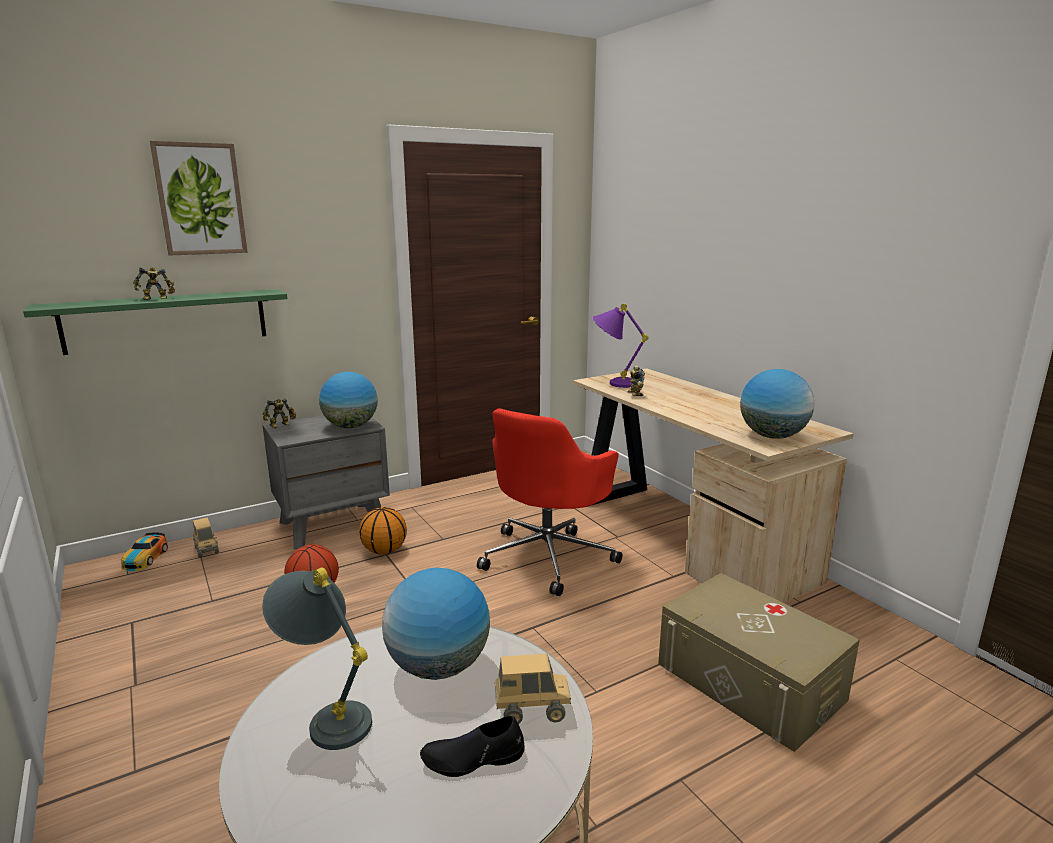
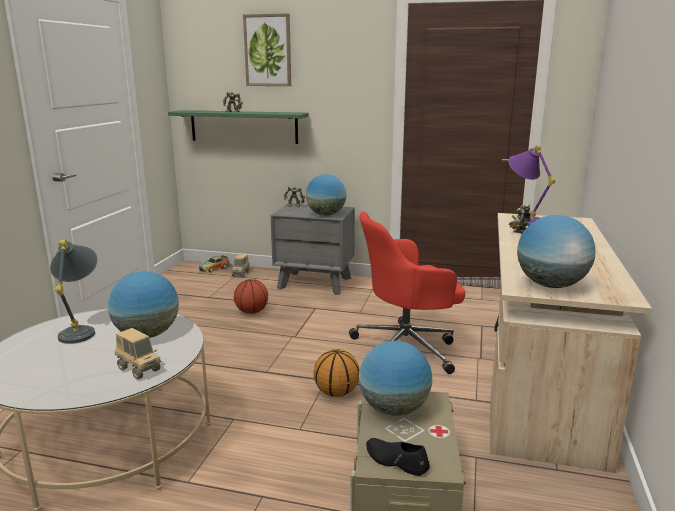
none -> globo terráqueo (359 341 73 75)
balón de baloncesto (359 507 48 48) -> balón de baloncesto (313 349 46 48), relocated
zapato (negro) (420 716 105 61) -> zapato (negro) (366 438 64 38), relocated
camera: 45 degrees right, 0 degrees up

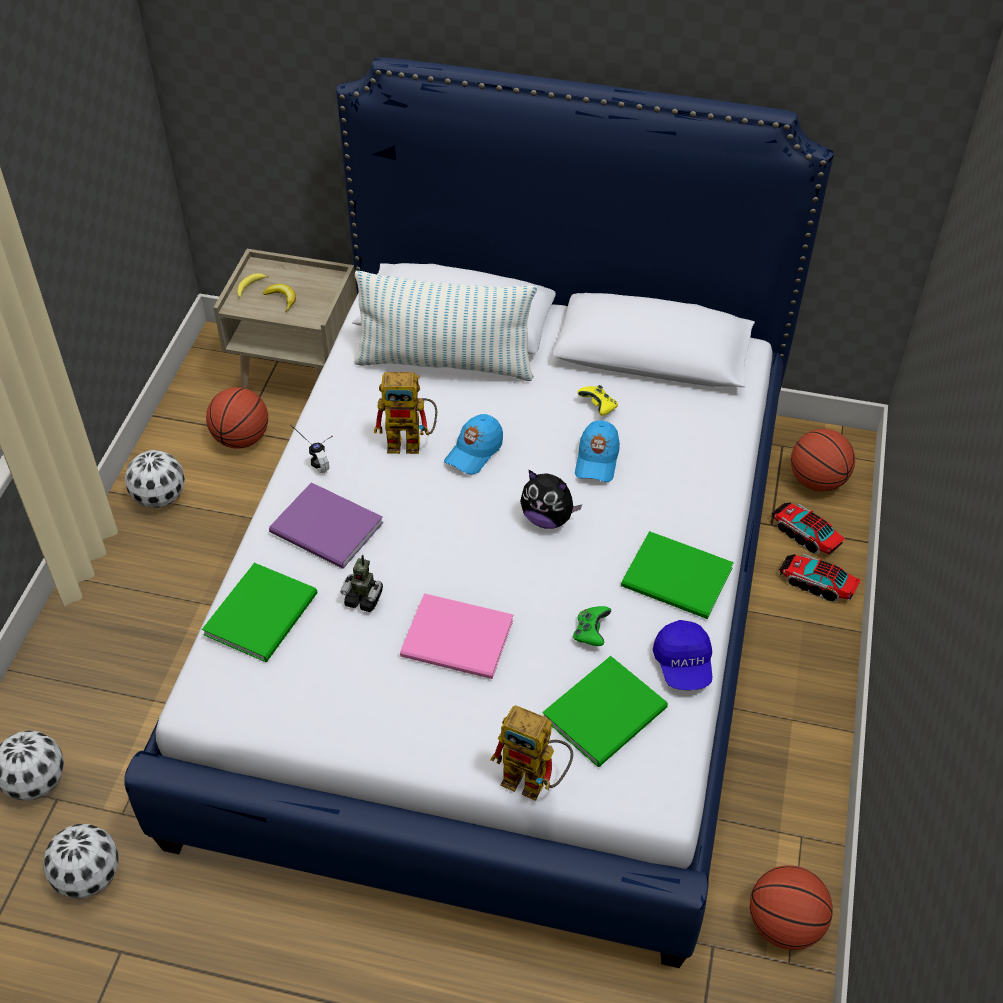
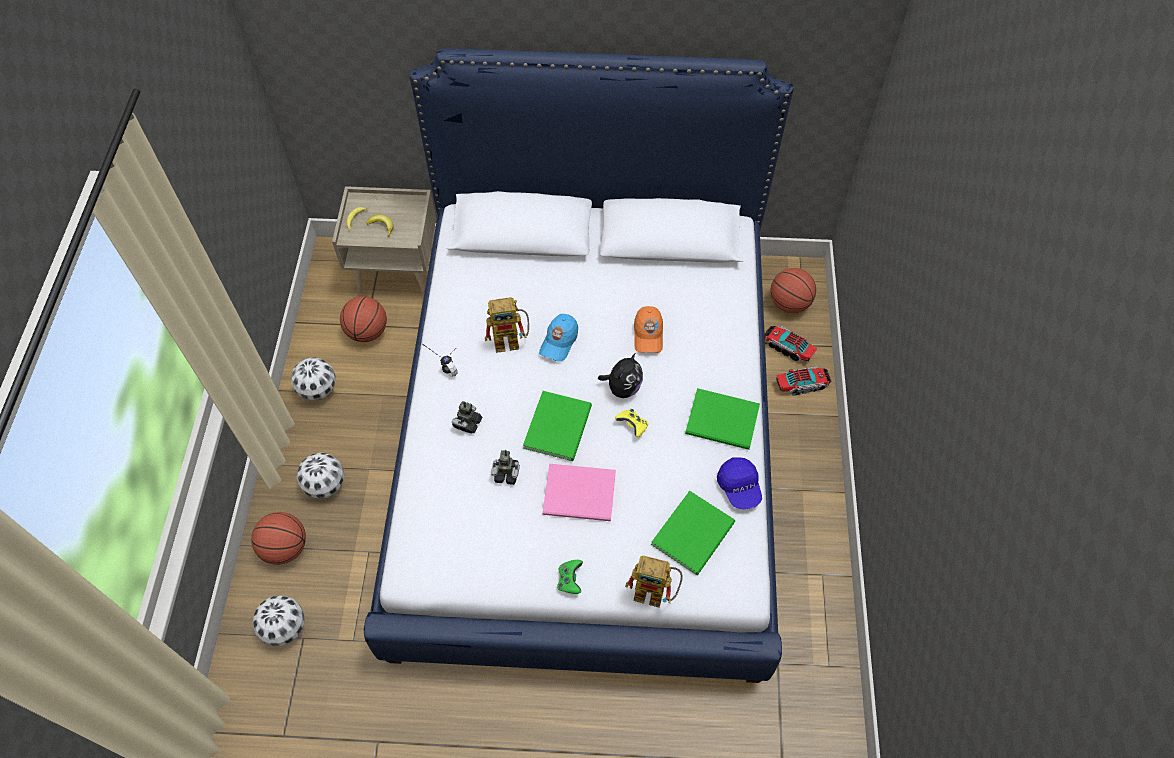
cojín (355 271 182 110) -> none
balón de fútbol (43 824 76 74) -> balón de fútbol (297 453 47 46), relocated
libro (verde) (202 563 116 99) -> libro (verde) (523 391 69 70), relocated
mando de consola (verde) (573 606 38 40) -> mando de consola (verde) (557 560 26 34), relocated
mando de consola (amarillo) (577 385 41 30) -> mando de consola (amarillo) (615 409 33 28), relocated
balón de baloncesto (750 865 83 85) -> balón de baloncesto (251 512 55 53), relocated
libro (morado) (269 482 114 87) -> robot de juguete (452 401 30 32)
gorra (azul) (575 420 45 62) -> gorra (naranja) (634 306 29 47)
peluche (520 470 62 59) -> peluche (598 353 45 45), 75 degrees counterclockwise
camión de juguete (779 554 82 48) -> camión de juguete (776 366 56 30), 150 degrees clockwise
camera: 10 degrees left, 10 degrees up

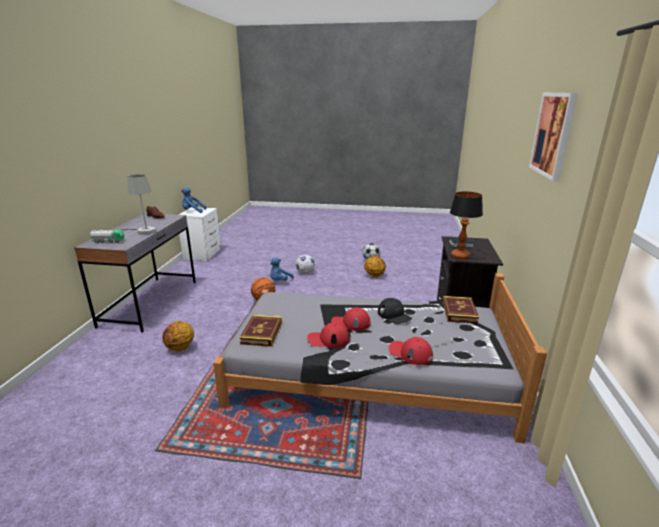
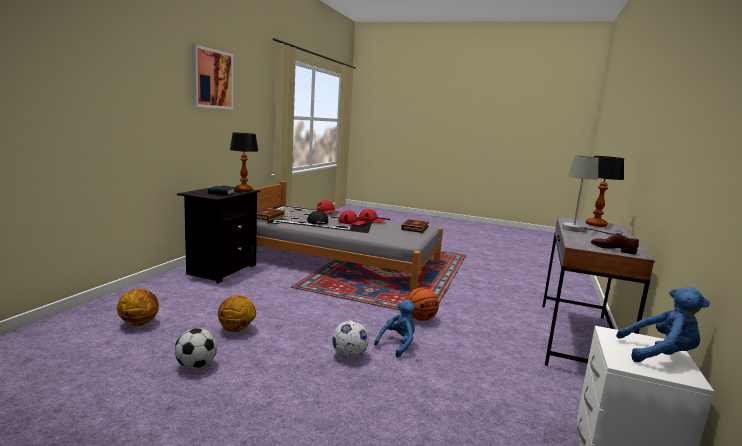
balón de baloncesto (162 321 32 31) -> balón de baloncesto (117 289 42 37), relocated
camión de juguete (90 230 35 13) -> lámpara de mesa (586 156 38 71)
camera: 170 degrees left, 10 degrees down

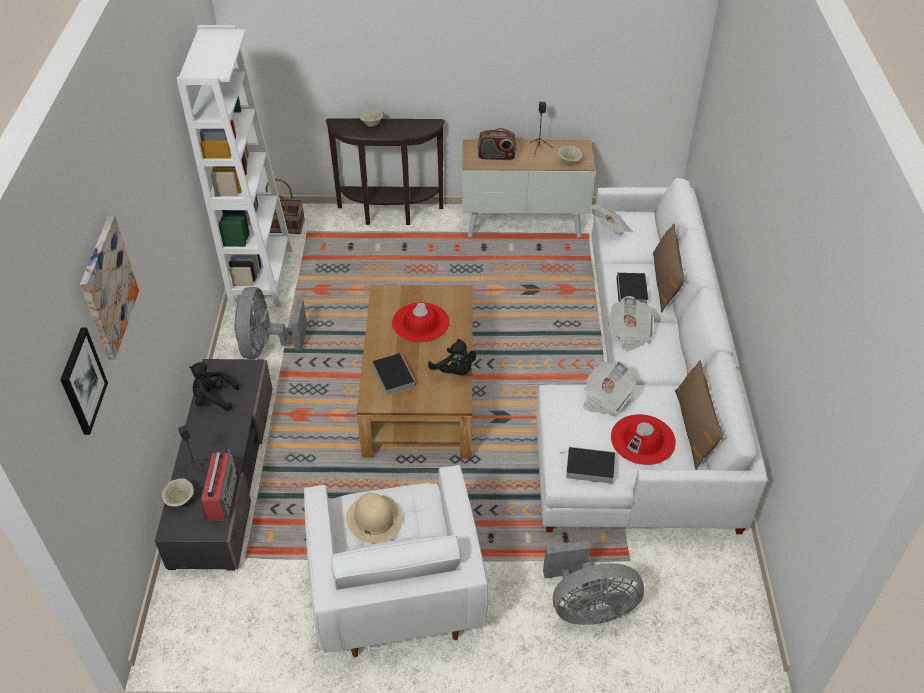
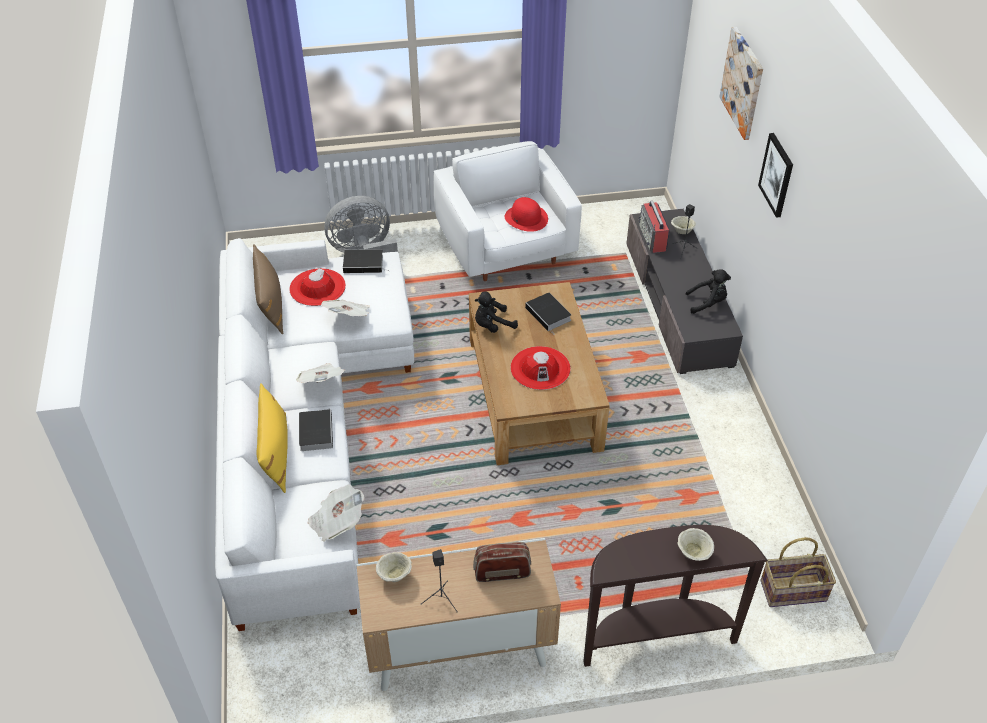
estantería (blanco) (177 25 116 283) -> none
ventilador (gris) (234 287 73 72) -> none
cuadro (60 328 48 107) -> cuadro (758 133 35 85), relocated
sombrero (beis) (346 493 57 51) -> sombrero (rojo) (505 197 43 35)
cojín (marrón) (653 223 32 89) -> cojín (amarillo) (257 383 31 110)
peluche (negro) (428 339 48 36) -> peluche (negro) (475 291 43 42), 60 degrees counterclockwise
camera: 170 degrees right, 0 degrees up

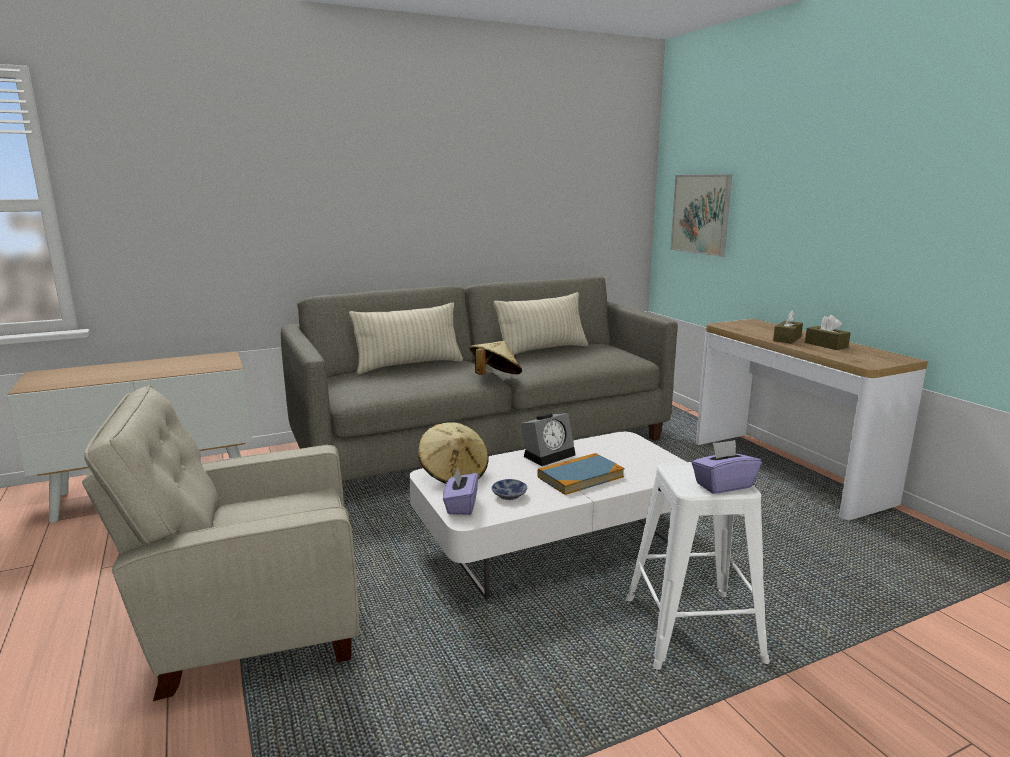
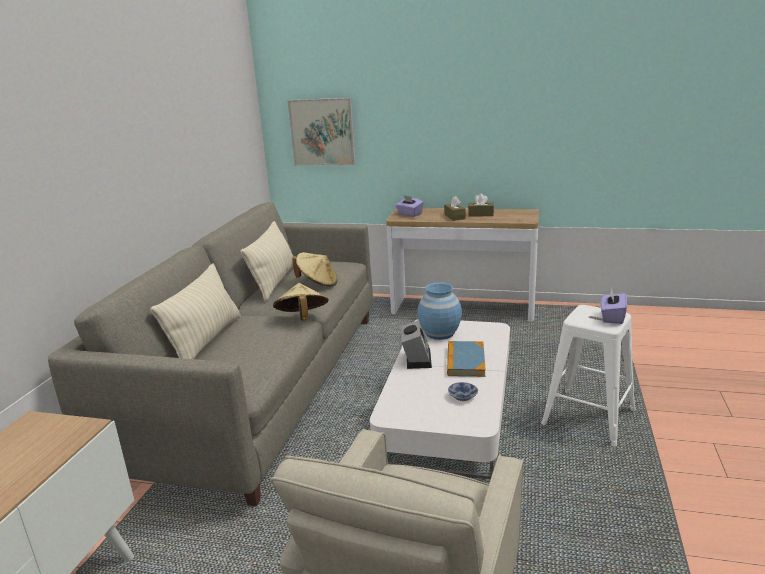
none -> florero (azul) (418 282 44 58)
sombrero (beis) (418 422 71 62) -> sombrero (beis) (292 252 46 35), relocated
caja de pañuelos (morado) (443 467 35 48) -> caja de pañuelos (morado) (395 195 29 22), relocated
camera: 50 degrees left, 5 degrees up

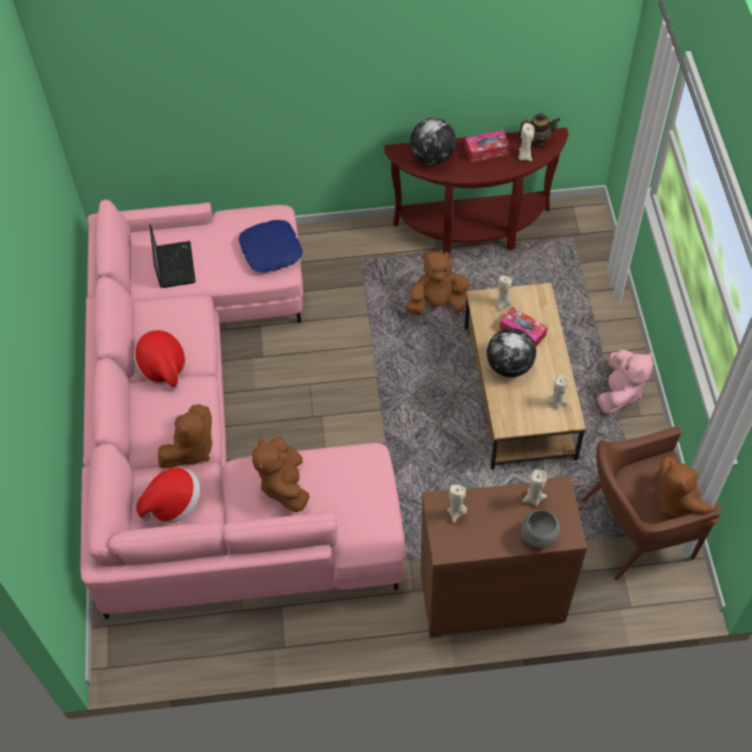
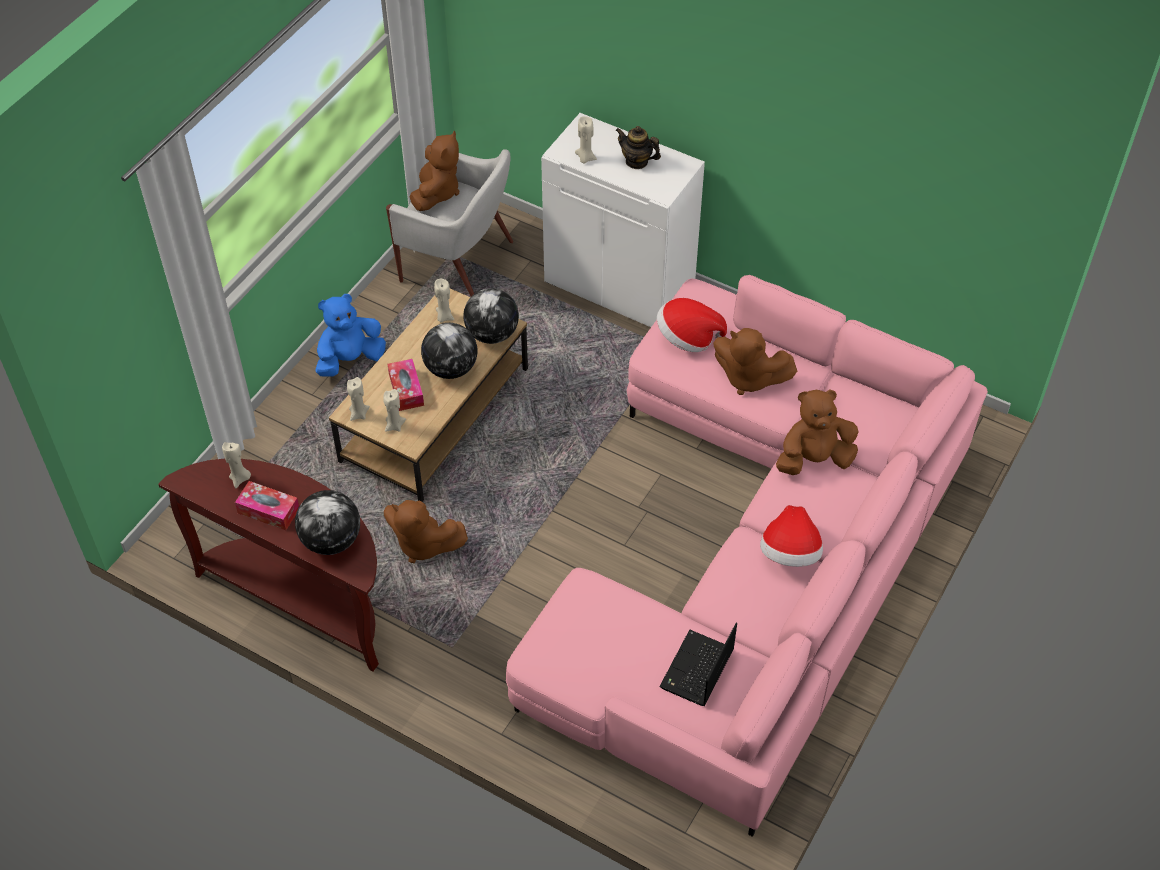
cojín (azul) (238 220 65 52) -> none
cuenco (gris) (521 510 39 38) -> none
none -> globo terráqueo (463 288 56 56)
sombrero (136 467 64 56) -> sombrero (657 298 70 54), relocated
vela (beis) (447 485 20 38) -> vela (beis) (347 377 23 44), relocated
tetera (518 113 42 34) -> tetera (615 126 46 43), relocated
armario (marrón) (421 476 166 162) -> armario (blanco) (541 113 164 214)
sillón (marrón) (582 427 139 153) -> sillón (blanco) (386 149 127 147)
peluche (rosa) (597 350 56 64) -> peluche (azul) (315 294 71 83)
peluche (marrón) (252 436 57 76) -> peluche (marrón) (713 328 84 67), 90 degrees clockwise
camera: 145 degrees left, 5 degrees down

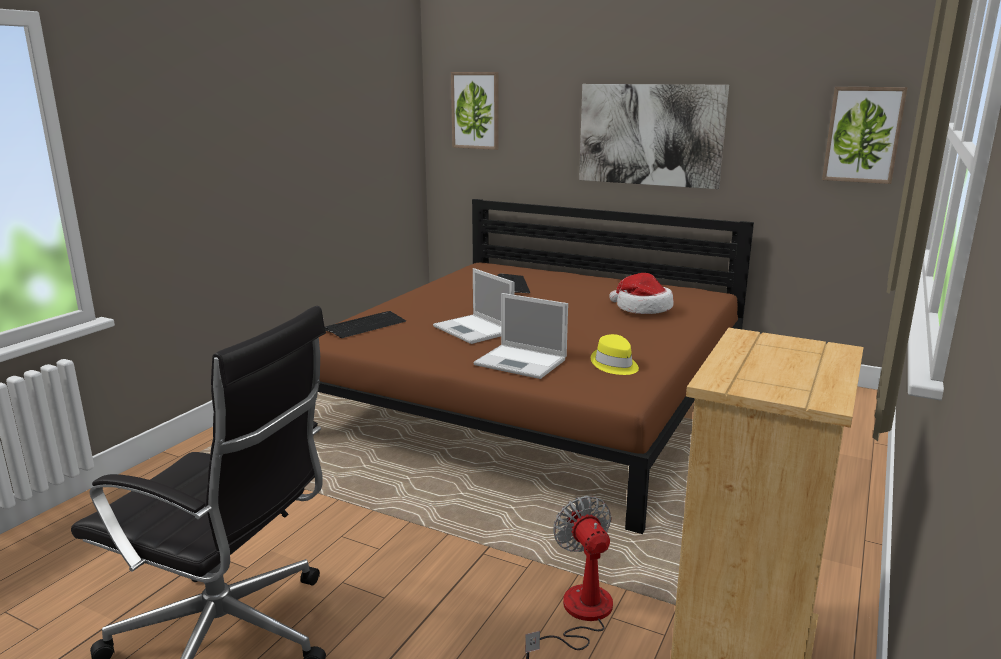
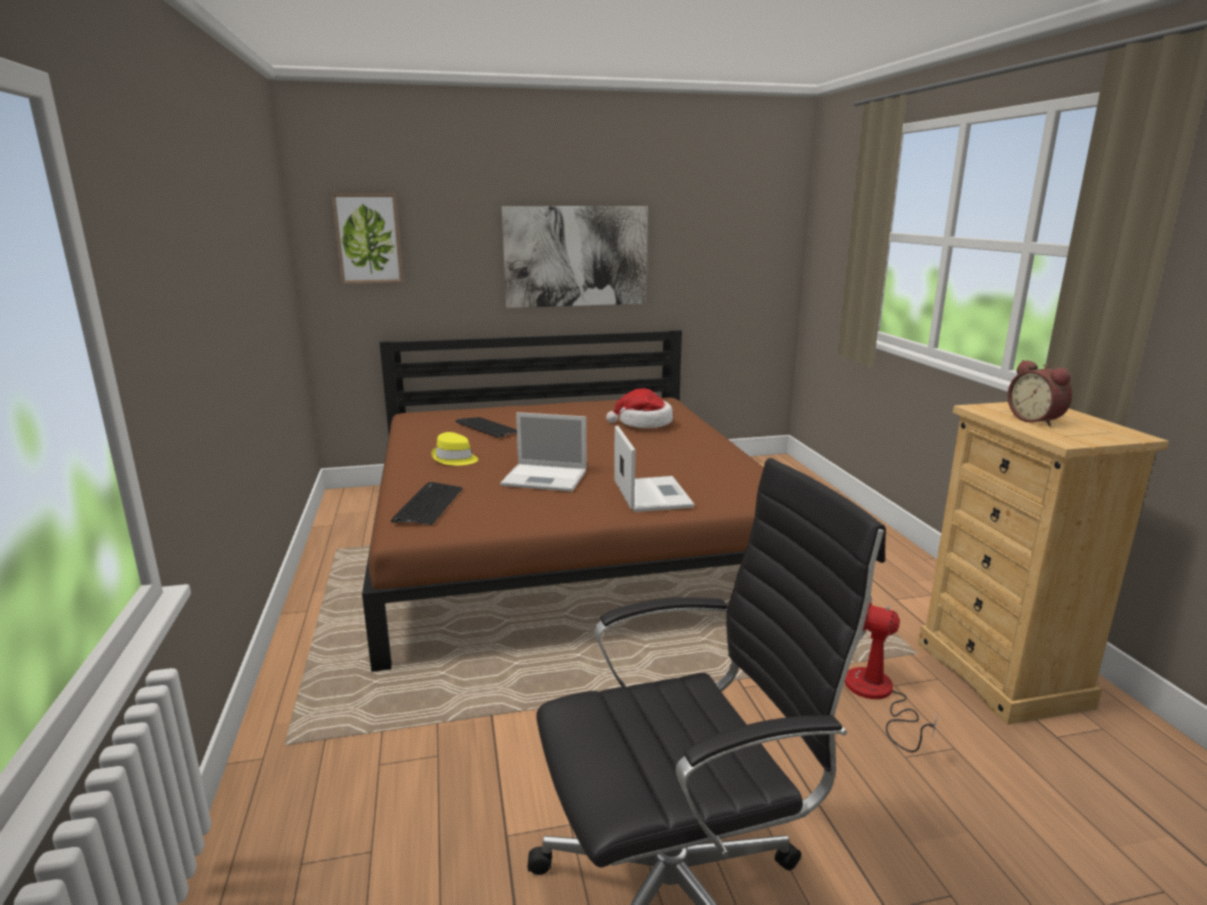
cuadro (822 87 86 97) -> none
none -> despertador (1008 360 64 66)
sombrero (amarillo) (591 334 48 41) -> sombrero (amarillo) (431 432 47 34), relocated
portátil (473 293 95 86) -> portátil (614 426 81 86), 90 degrees counterclockwise
camera: 40 degrees left, 0 degrees up

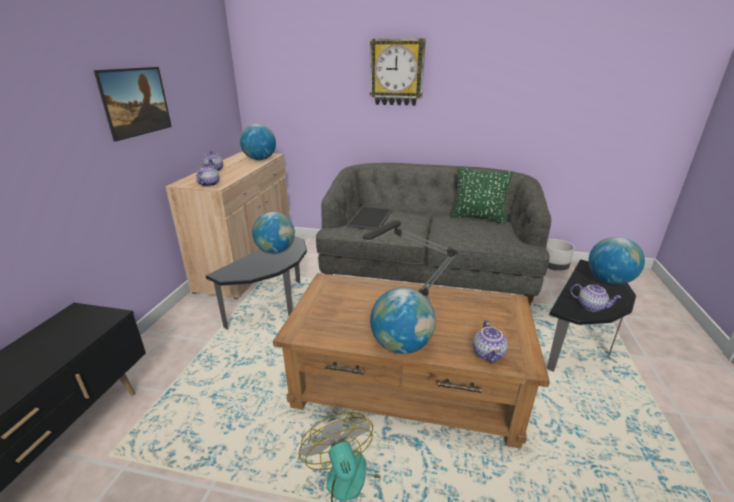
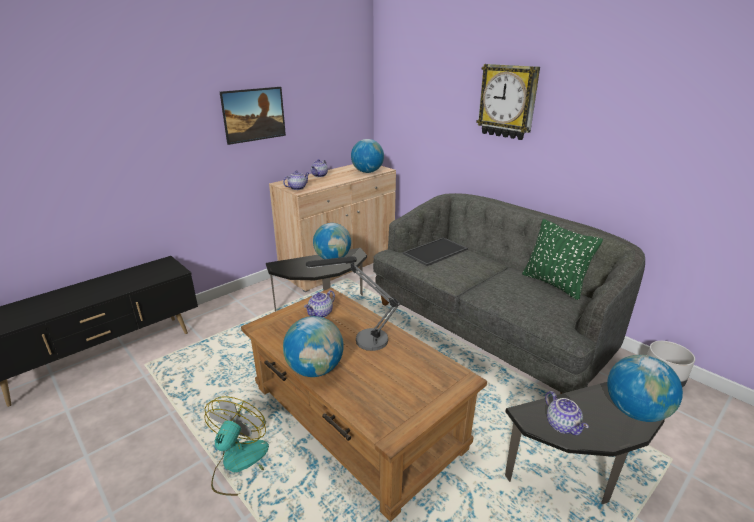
tetera (473 320 35 43) -> tetera (304 290 31 28), relocated
camera: 35 degrees right, 0 degrees up

